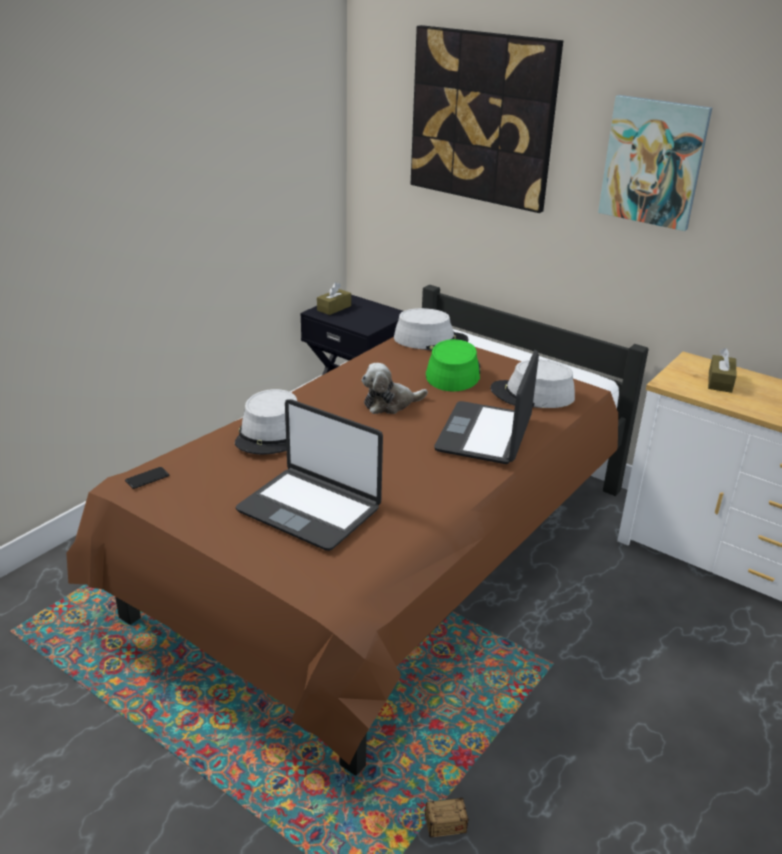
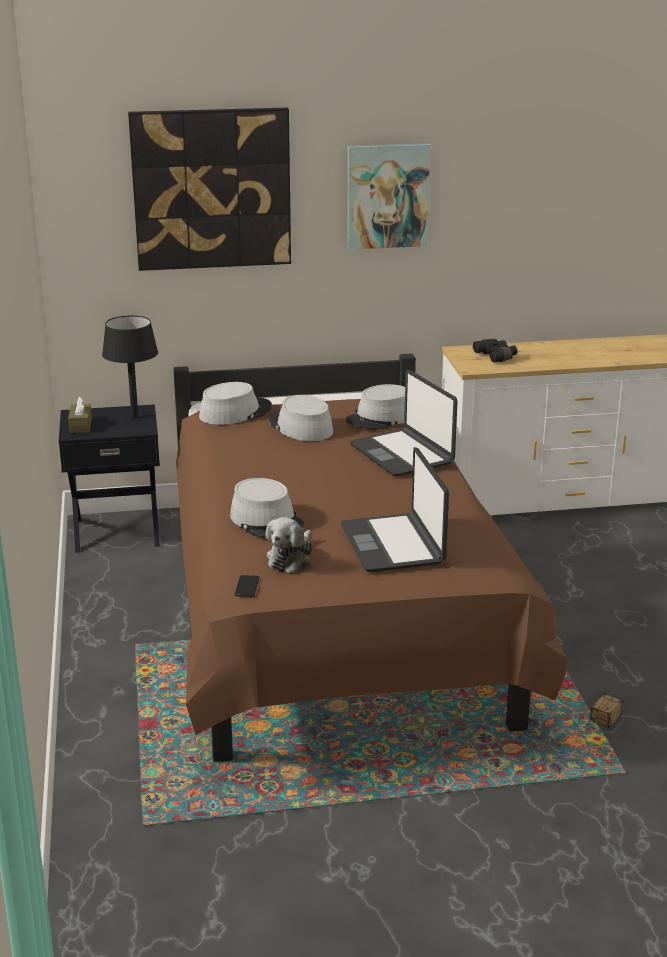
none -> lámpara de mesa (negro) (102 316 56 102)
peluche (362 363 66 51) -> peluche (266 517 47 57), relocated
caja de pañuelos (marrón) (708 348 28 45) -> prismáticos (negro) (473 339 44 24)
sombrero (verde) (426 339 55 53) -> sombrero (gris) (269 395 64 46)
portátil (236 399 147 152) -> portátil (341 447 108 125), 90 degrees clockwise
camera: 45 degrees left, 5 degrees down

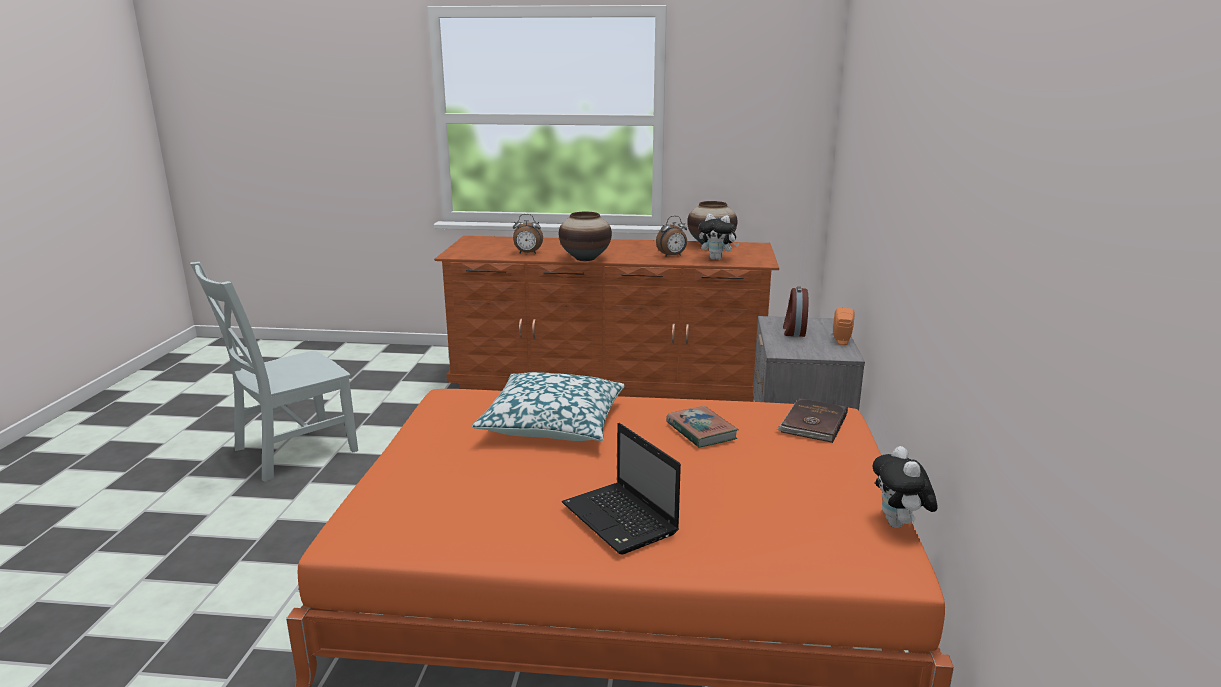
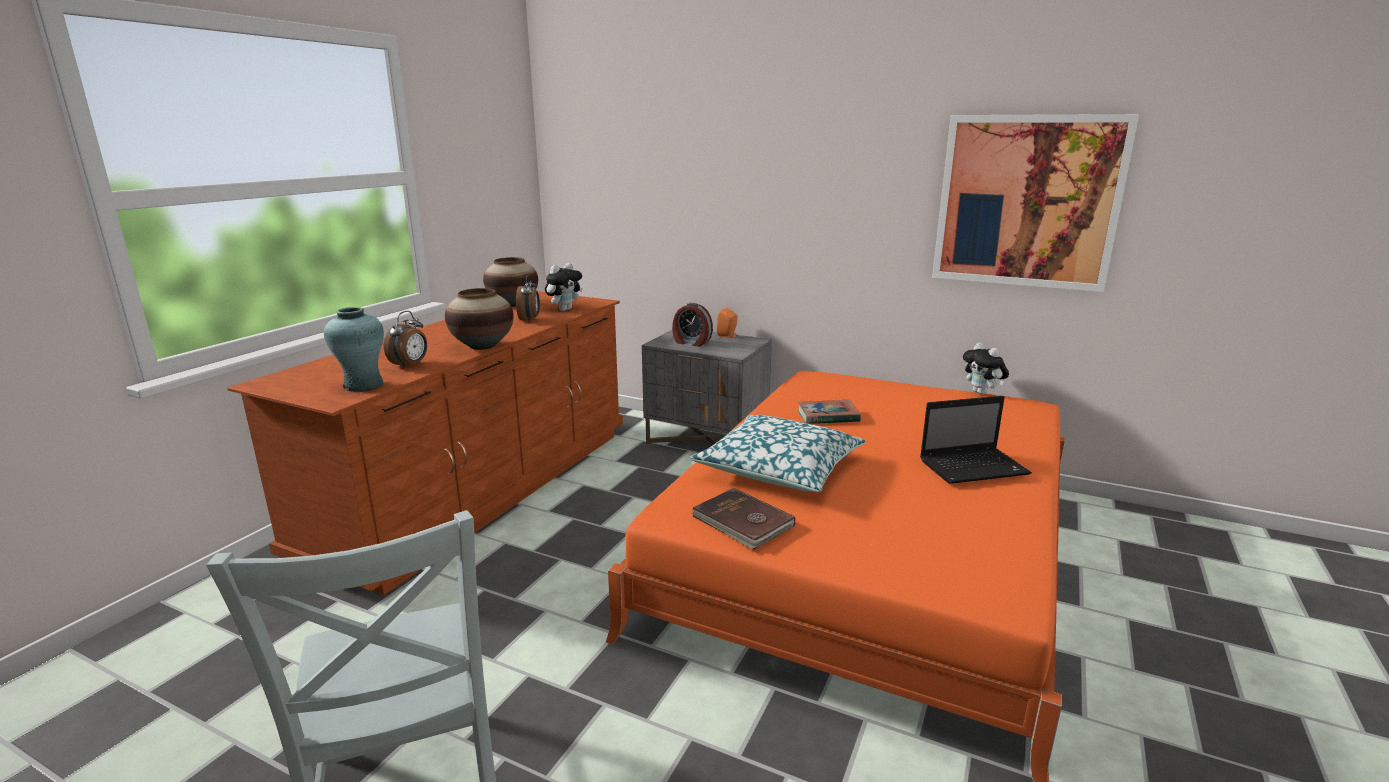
none -> florero (turquesa) (324 307 60 85)
none -> cuadro (932 114 207 178)
libro (marrón) (776 398 72 45) -> libro (marrón) (691 488 104 61), relocated
peluche (873 446 65 82) -> peluche (963 342 46 53), 45 degrees clockwise
camera: 70 degrees left, 0 degrees up

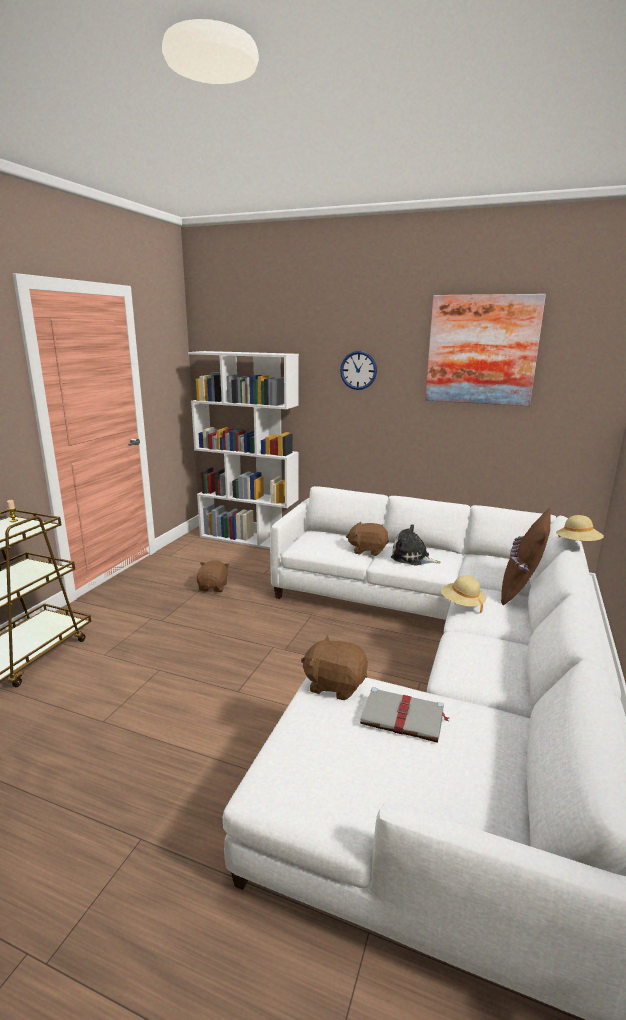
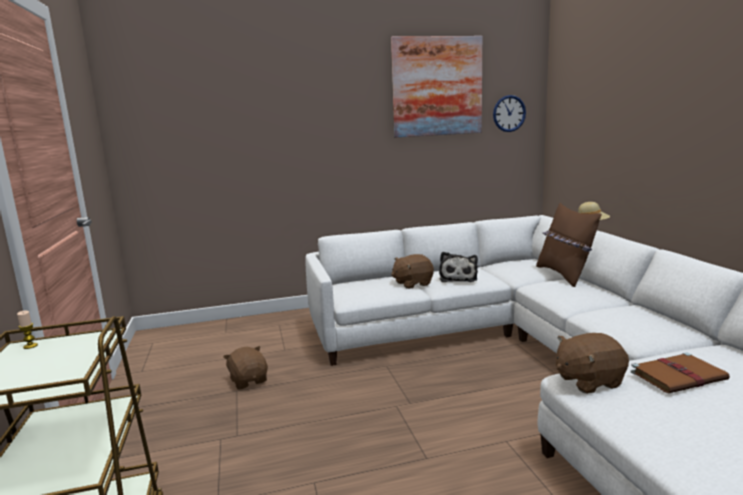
estantería (blanco) (188 351 111 198) -> none
sombrero (beis) (441 575 45 38) -> none
reloj de pared (340 351 37 39) -> reloj de pared (493 95 33 37), relocated
libro (gris) (360 687 89 56) -> libro (marrón) (631 352 99 41)
peluche (391 524 50 42) -> peluche (439 252 39 30), 75 degrees counterclockwise
camera: 35 degrees left, 5 degrees down

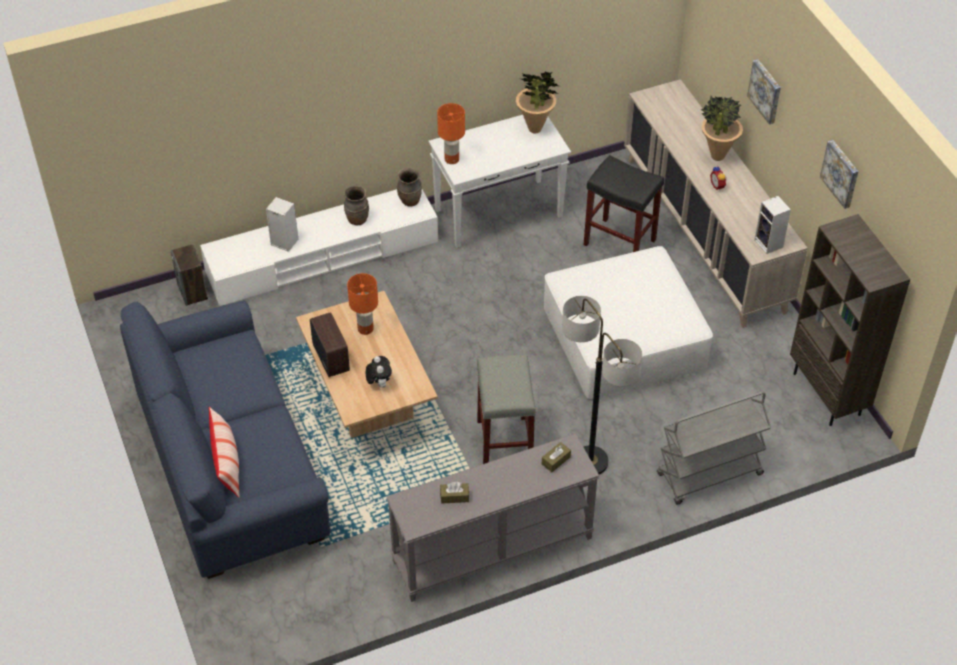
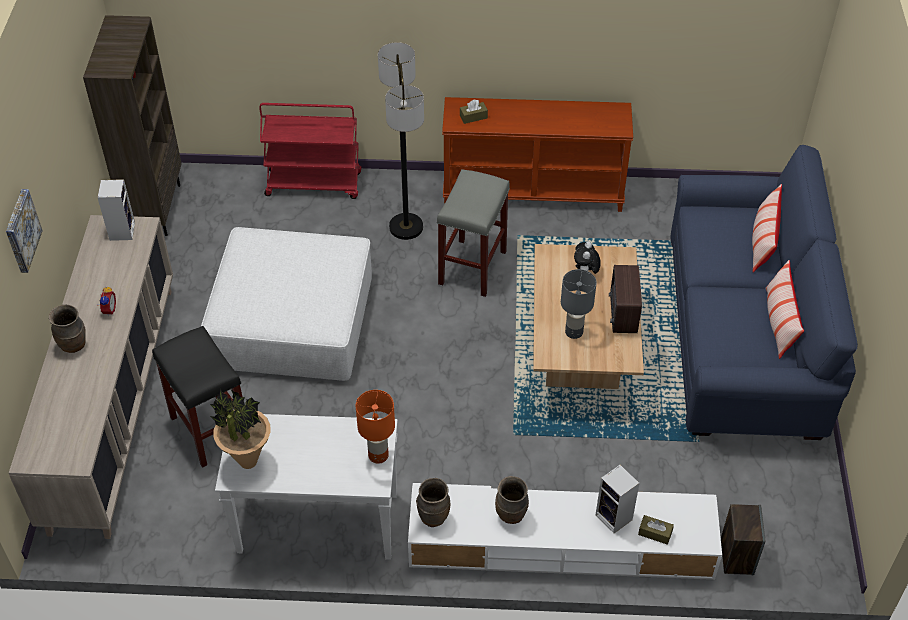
cuadro (820 140 39 69) -> none
none -> cojín (765 260 39 99)
caja de pañuelos (marrón) (440 482 29 22) -> caja de pañuelos (marrón) (638 515 36 30), relocated
planta en maceta (700 96 43 65) -> florero (marrón) (49 305 37 48)
lámpara de mesa (naranja) (347 273 31 62) -> lámpara de mesa (gris) (561 269 36 70)
mesa consola (gris) (387 433 212 169) -> mesa consola (marrón) (442 97 191 115)
carrito (gris) (657 391 114 114) -> carrito (rojo) (259 103 102 96)
camera: 155 degrees left, 0 degrees up

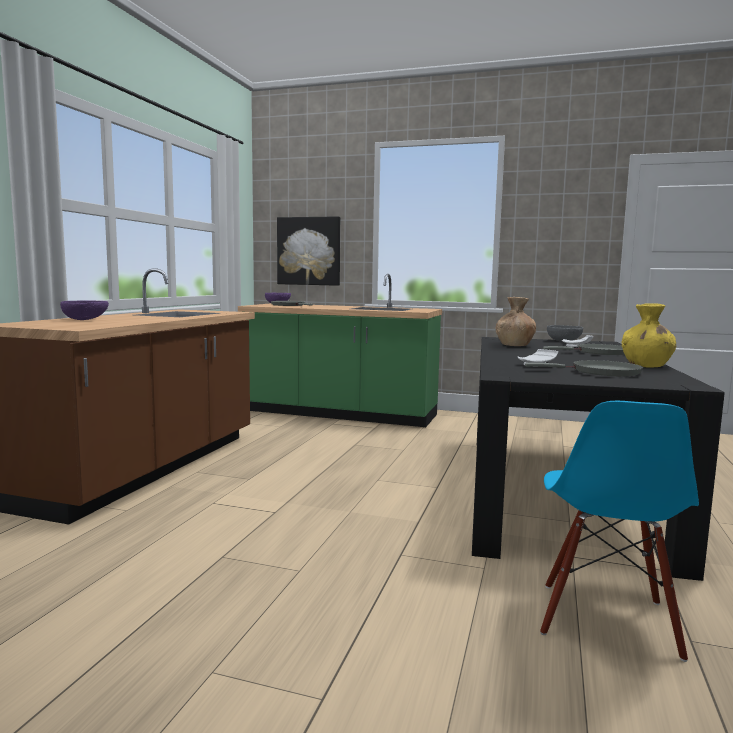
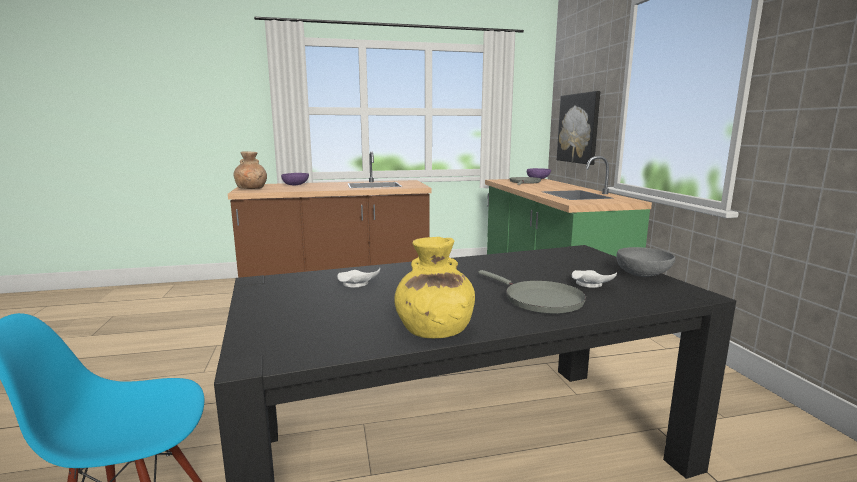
sartén (gris) (525 360 118 16) -> none
florero (marrón) (495 297 41 49) -> florero (marrón) (234 151 33 38), relocated
camera: 60 degrees right, 5 degrees up

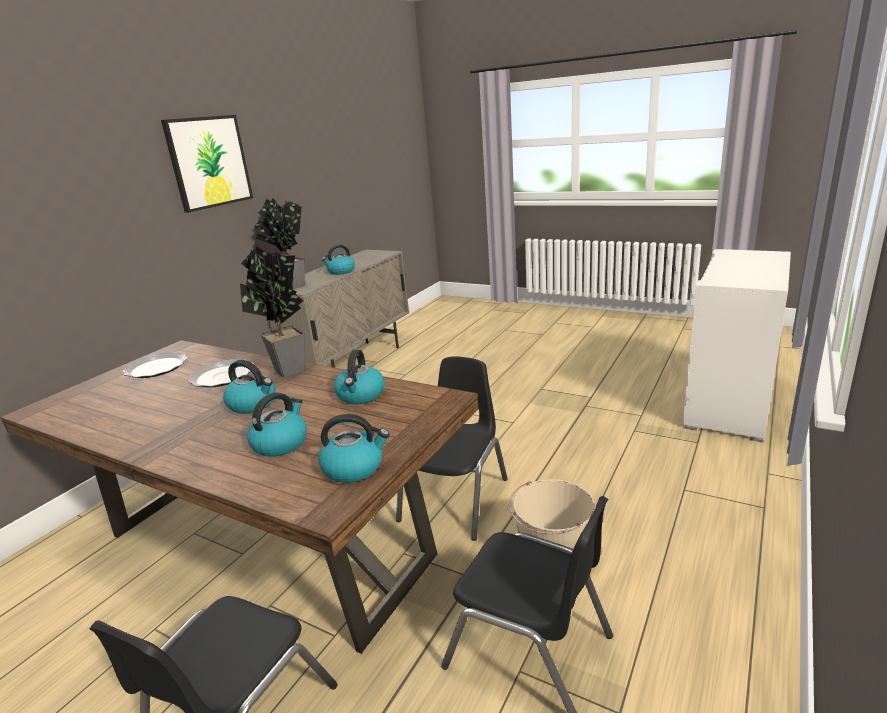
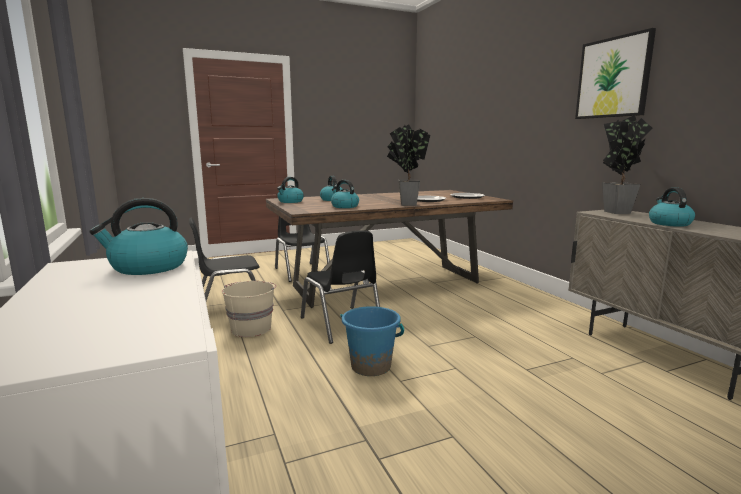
none -> cubo (azul) (340 306 64 70)
hervidor (223 360 53 54) -> hervidor (89 198 99 77), relocated
camera: 125 degrees right, 10 degrees down

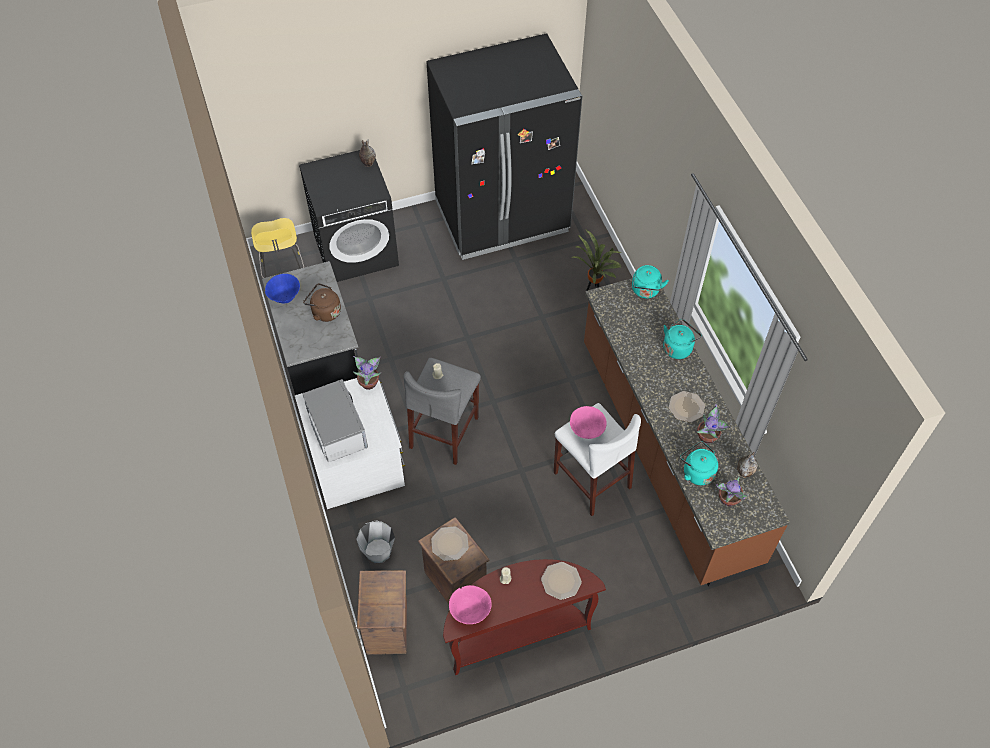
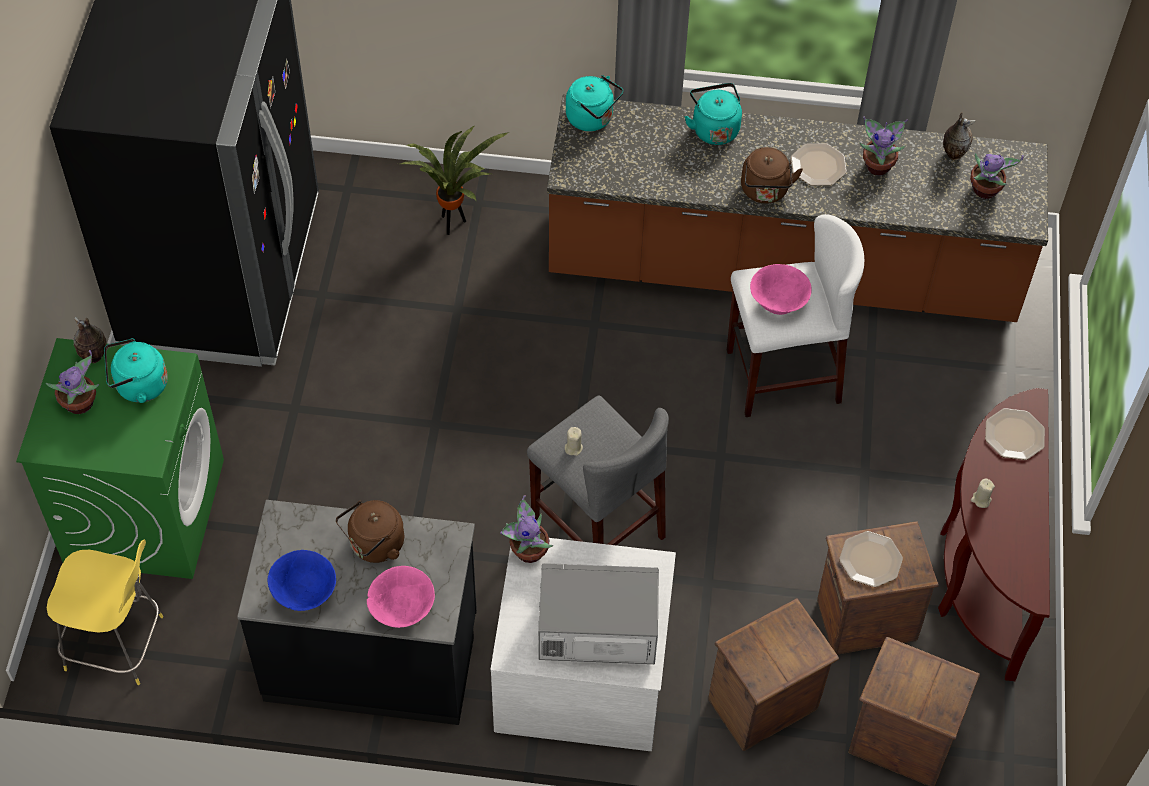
none -> planta en maceta (46 350 53 64)
none -> hervidor (marrón) (741 147 62 57)
cuenco (rosa) (449 585 42 39) -> cuenco (rosa) (367 566 68 62), relocated
hervidor (turquesa) (680 441 38 44) -> hervidor (turquesa) (104 338 64 65), relocated
cubo (gris) (356 520 39 43) -> caja de embalaje (709 598 130 153)
lavadora (negro) (299 150 100 132) -> lavadora (verde) (16 338 208 241)
camera: 65 degrees left, 0 degrees up

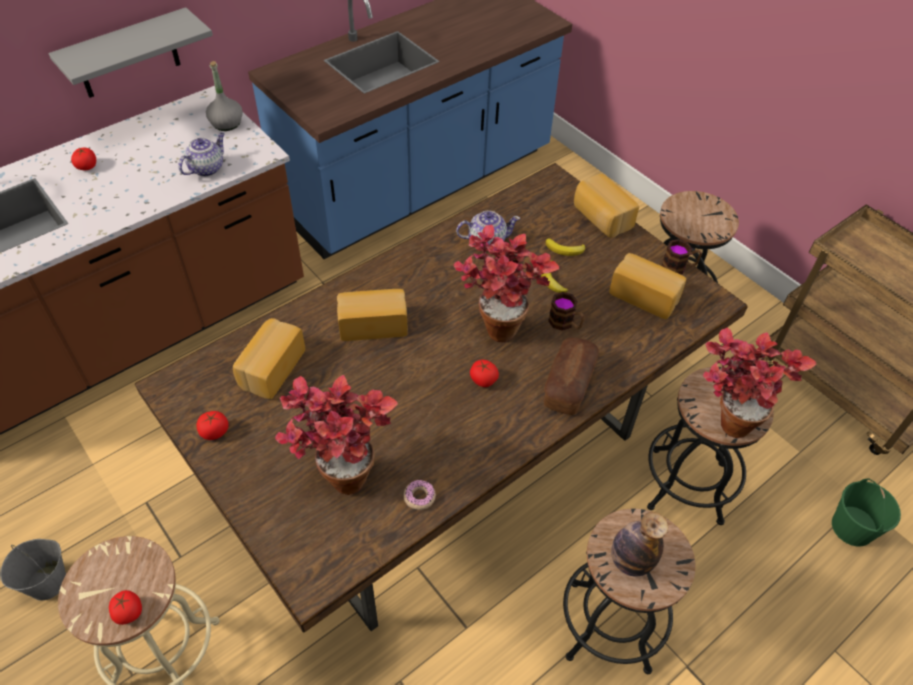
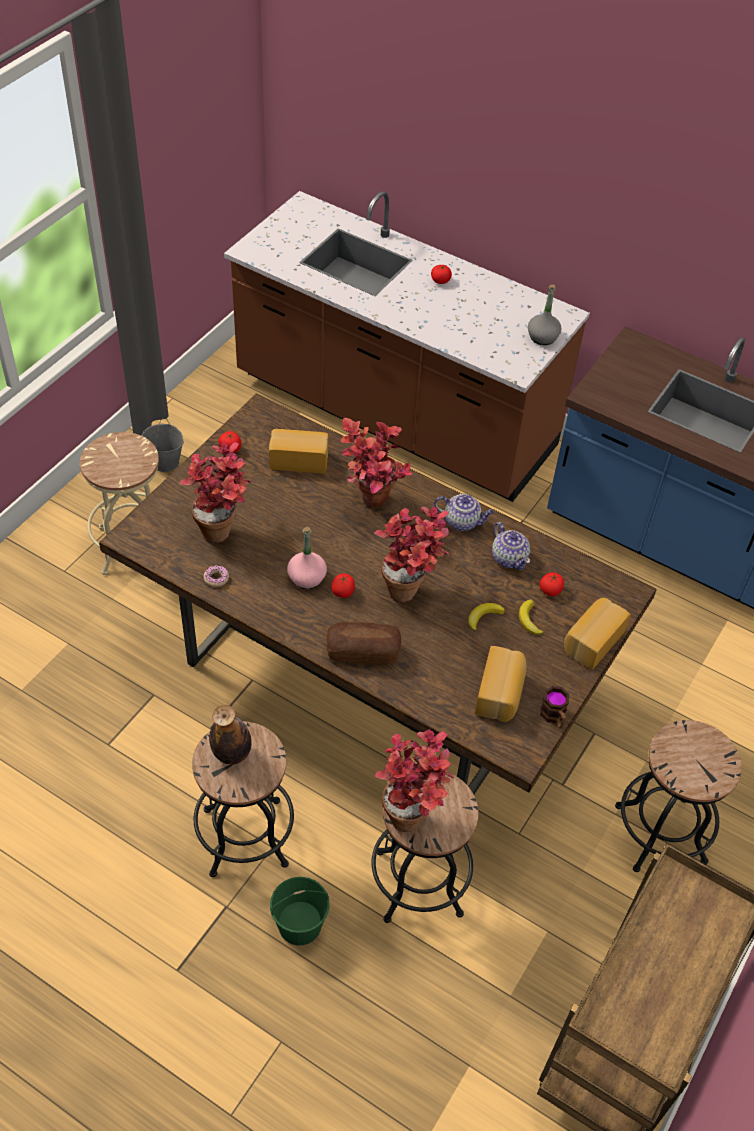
estante (gris) (48 7 165 91) -> none
taza grande (548 292 37 39) -> none
none -> botella (rosa) (287 527 40 62)
tomate (109 590 33 35) -> tomate (540 572 24 24), relocated
tetera (178 132 47 45) -> tetera (434 494 60 37), relocated
cubo (verde) (832 478 69 69) -> cubo (verde) (270 877 60 68), relocated
pan (337 289 71 52) -> planta en maceta (341 418 71 90)
camera: 70 degrees right, 0 degrees up

